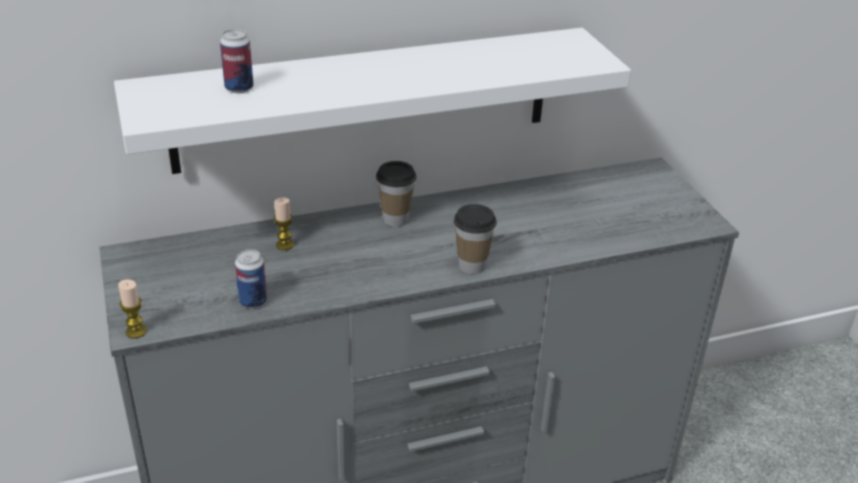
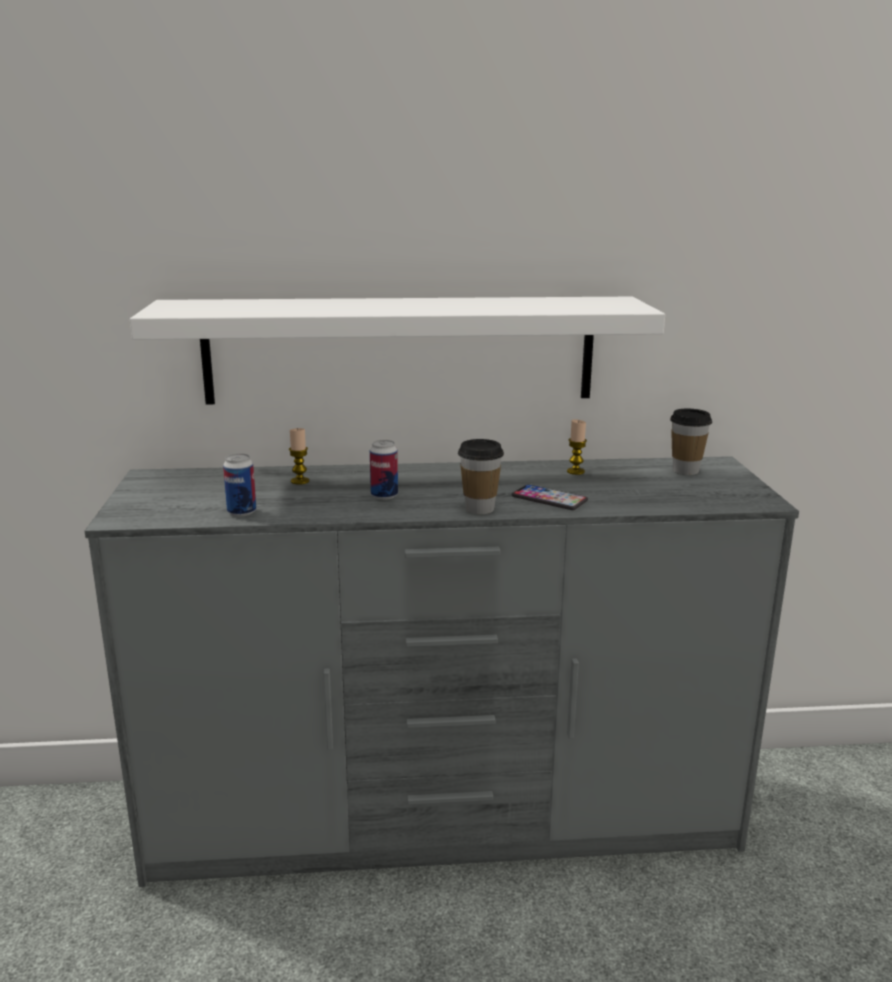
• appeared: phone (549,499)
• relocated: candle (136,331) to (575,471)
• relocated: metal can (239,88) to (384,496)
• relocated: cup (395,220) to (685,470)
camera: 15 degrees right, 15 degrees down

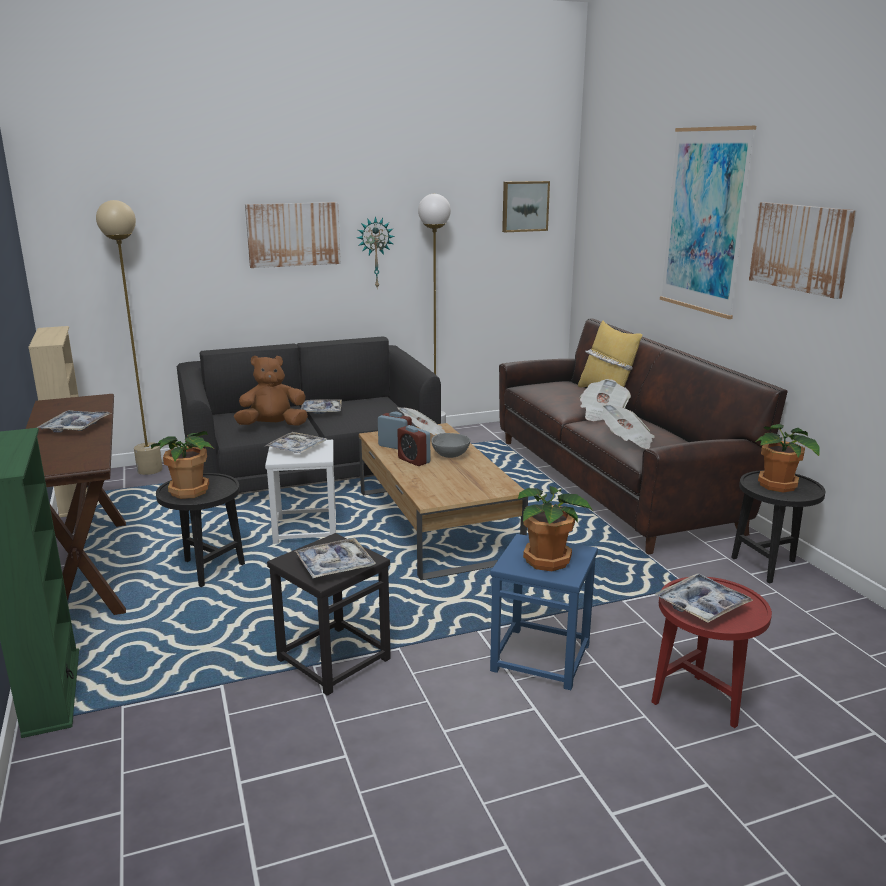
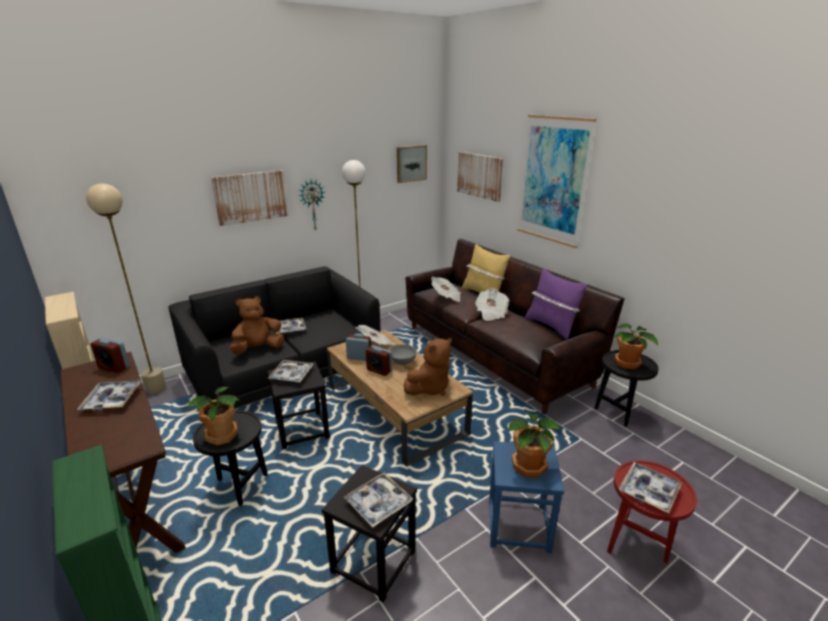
• appeared: table clock (114,367)
• appeared: brown plush toy (430,388)
• appeared: purple throw pillow (551,326)
• relocated: daily paper (627,441) to (446,297)
• relocated: picture (801,247) to (480,175)
• colour: white stool (305,530) to black-coloured stool (302,430)
camera: 15 degrees left, 5 degrees up

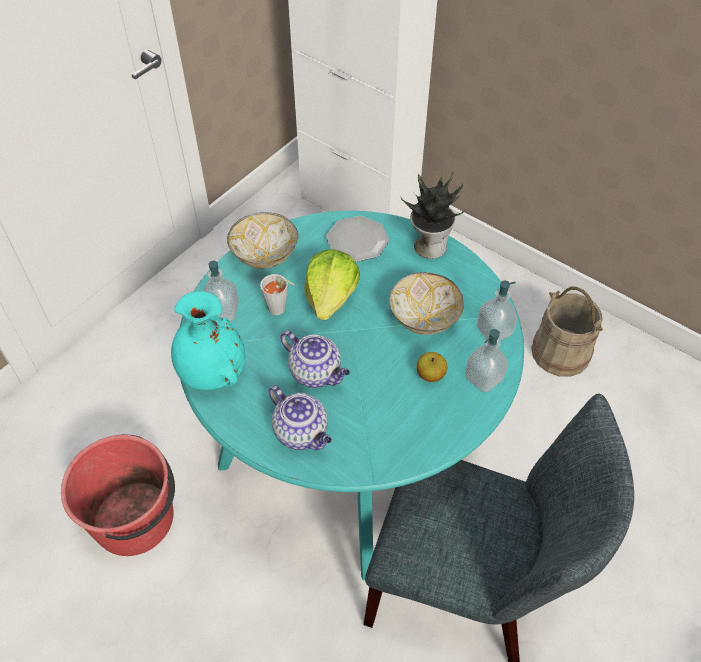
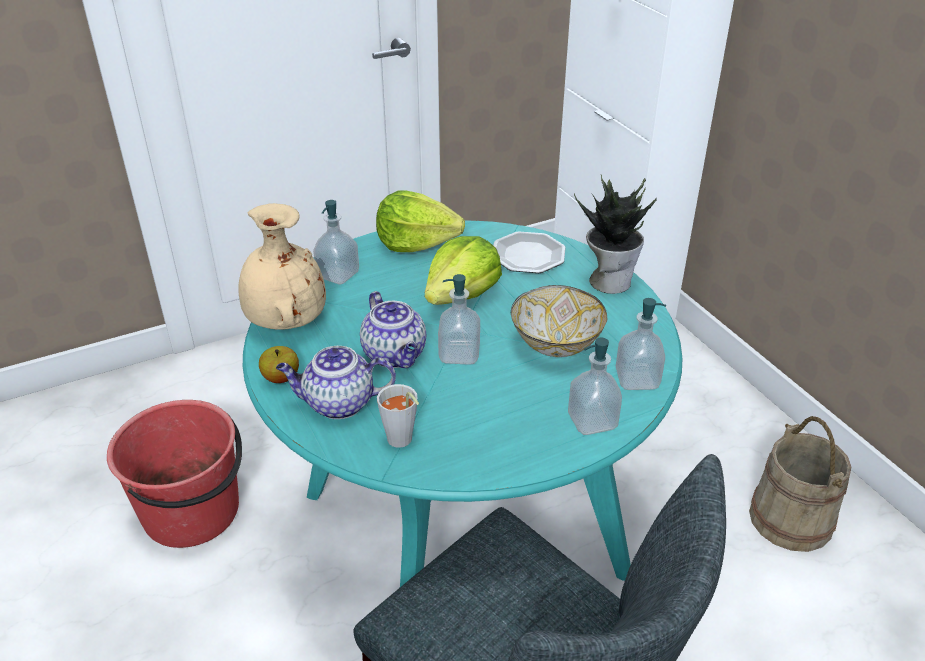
• appeared: soap dispenser (459,354)
• relocated: greyish cup (280,310) to (402,442)
• relocated: whole apple (430,375) to (281,378)
• exchanged: serving bowl (264,256) to lettuce (416,242)
• colour: turquoise flower vase (211,372) to sand-coloured flower vase (285,321)
• spun: tea pot (302,433) = (338,404) 105 degrees clockwise
camera: 25 degrees right, 15 degrees down

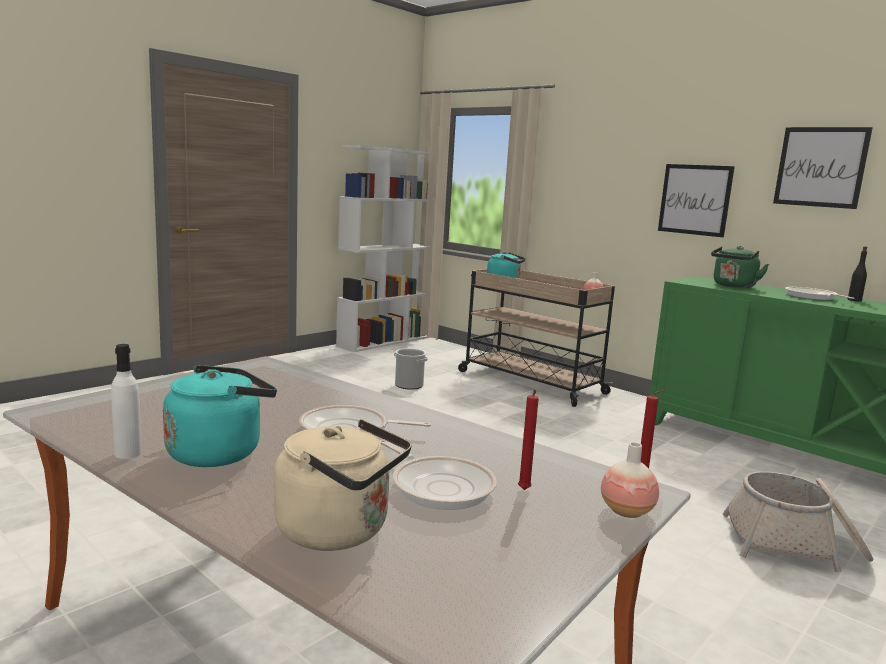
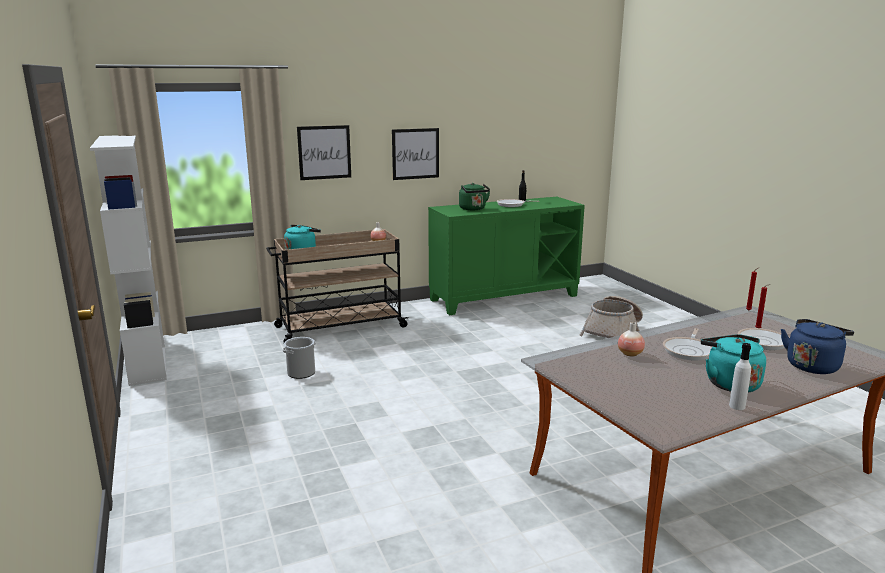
• relocated: flower vase (626,511) to (630,354)
• relocated: picture (820,167) to (324,152)
• colour: sand-coloured water kettle (339,531) to blue-coloured water kettle (813,365)
camera: 65 degrees left, 5 degrees up

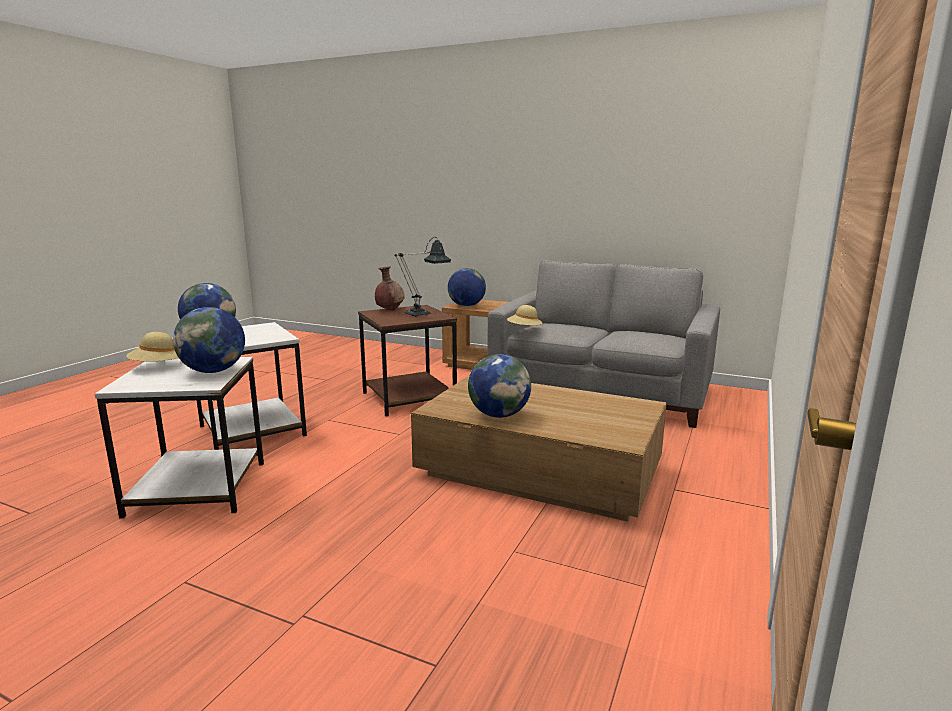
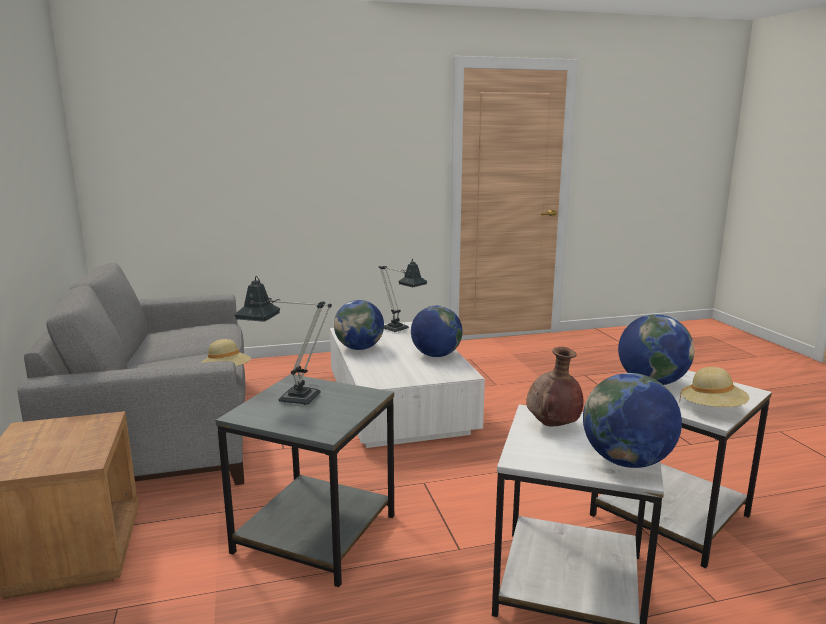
• appeared: table lamp (399,330)
• relocated: brown flower vase (389,310) to (553,426)
• relocated: desk globe (466,306) to (359,348)
• colour: brown side table (408,398) to greyish side table (317,533)
• colour: brown low table (540,471) to white low table (398,404)
camera: 130 degrees left, 0 degrees up

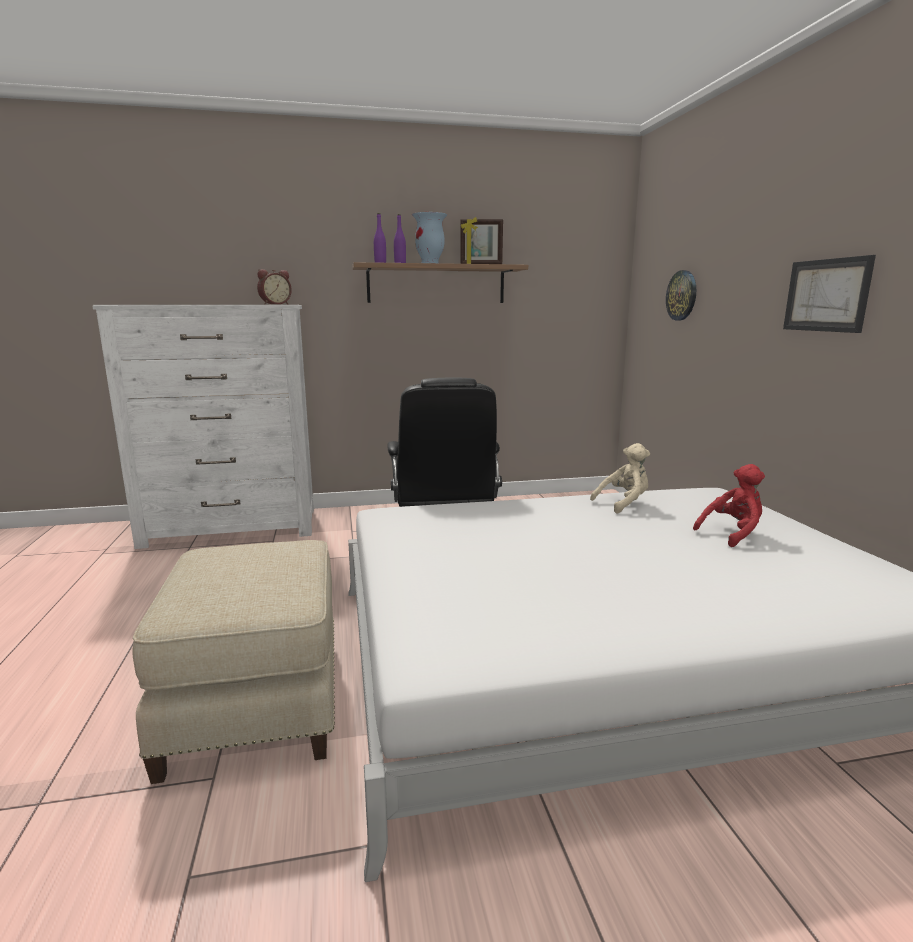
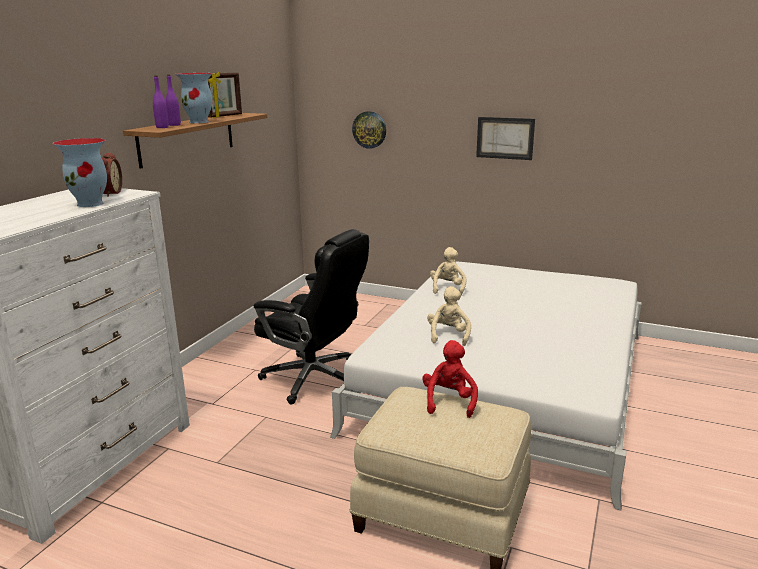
• appeared: flower vase (91,204)
• appeared: sand-coloured plush toy (448,335)
• relocated: reddish plush toy (732,533) to (449,401)
camera: 55 degrees left, 5 degrees up

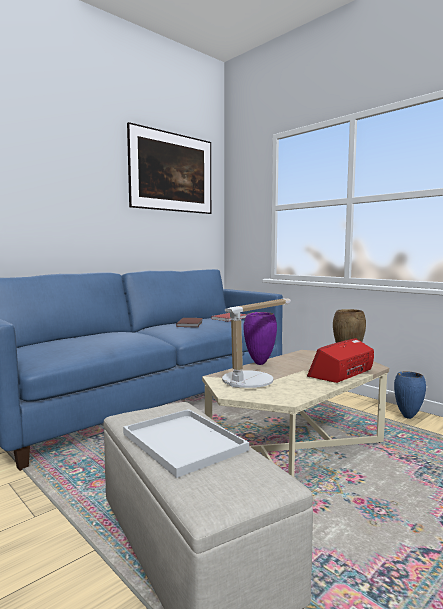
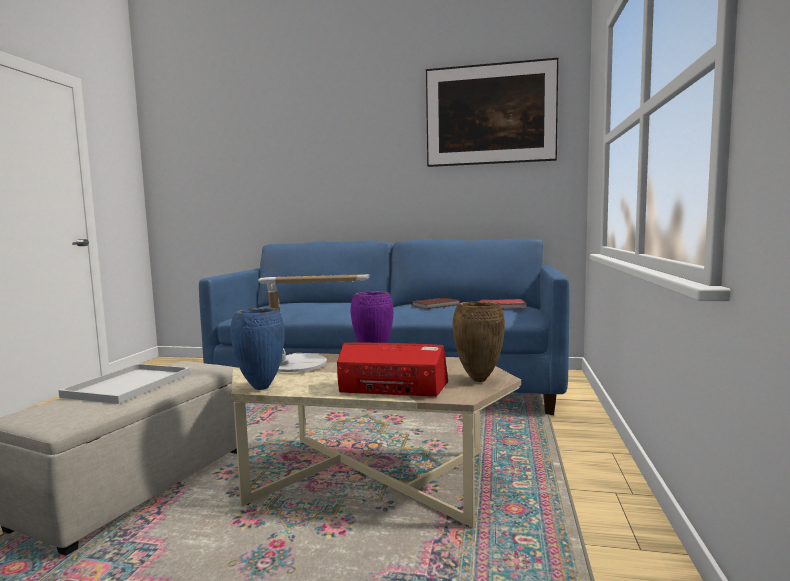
• relocated: blue-coloured flower vase (407,417) to (260,388)
camera: 55 degrees right, 0 degrees up

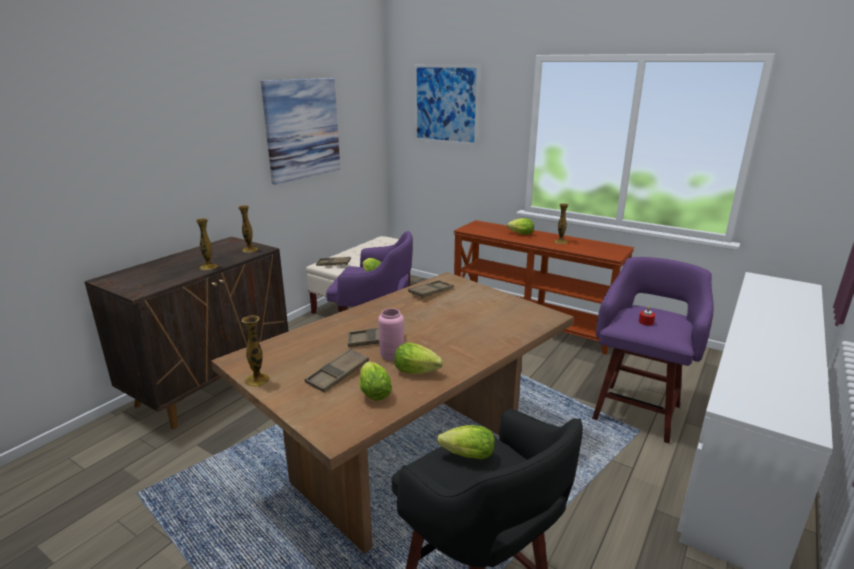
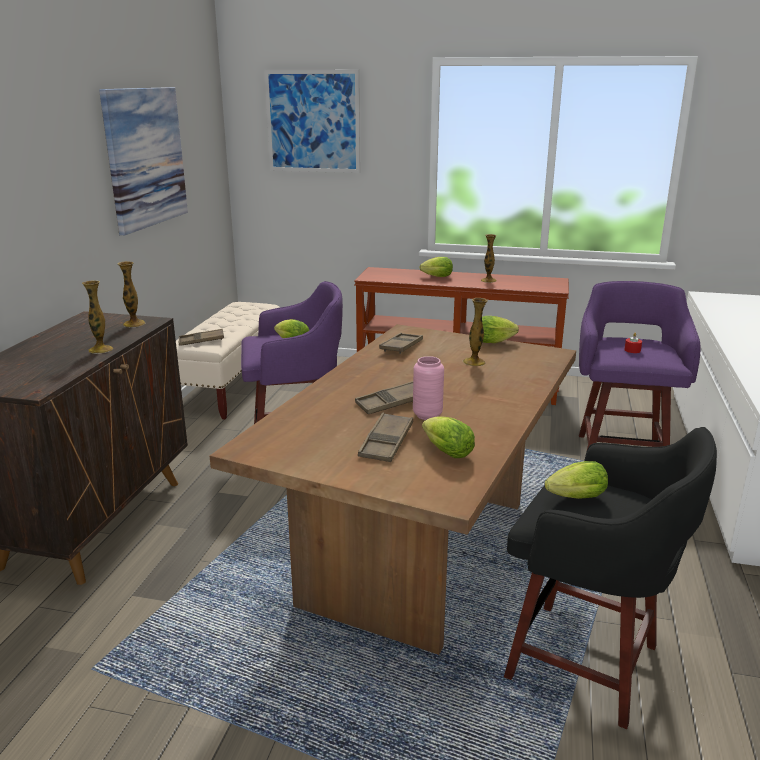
• relocated: flower vase (257,380) to (474,362)
• relocated: lettuce (419,372) to (495,342)
camera: 20 degrees left, 0 degrees up

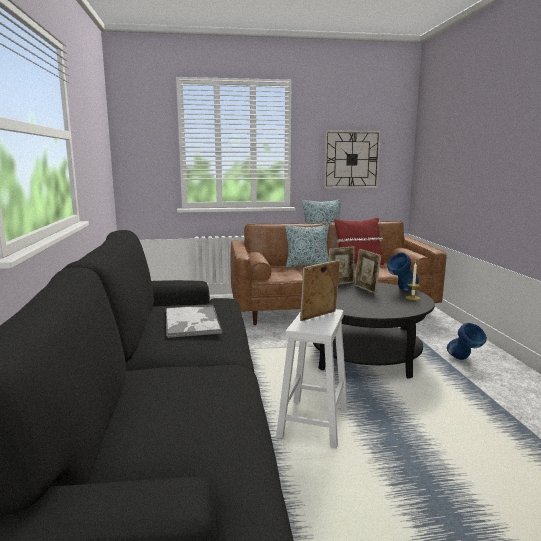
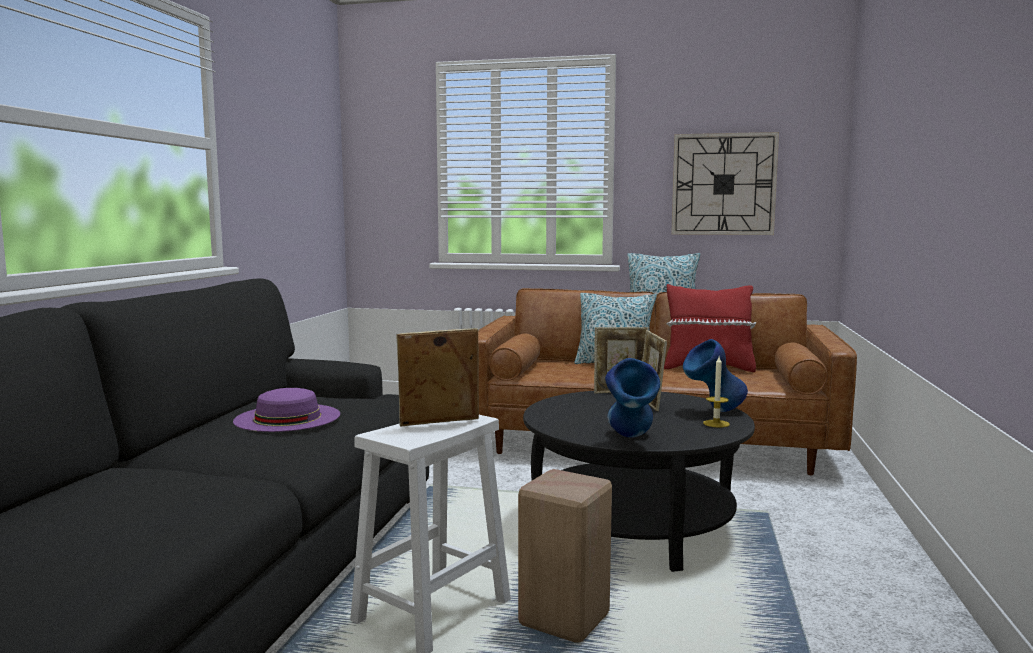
• appeared: sand-coloured stool (565,621)
• relocated: blue-coloured flower vase (464,360) to (631,439)
• exchanged: serving tray (192,322) to purple wearable hat (287,417)
camera: 20 degrees right, 5 degrees down

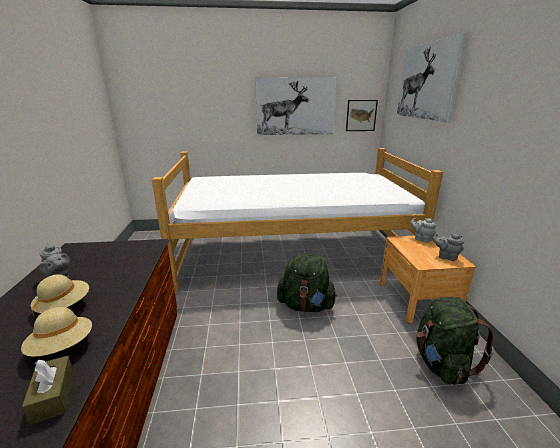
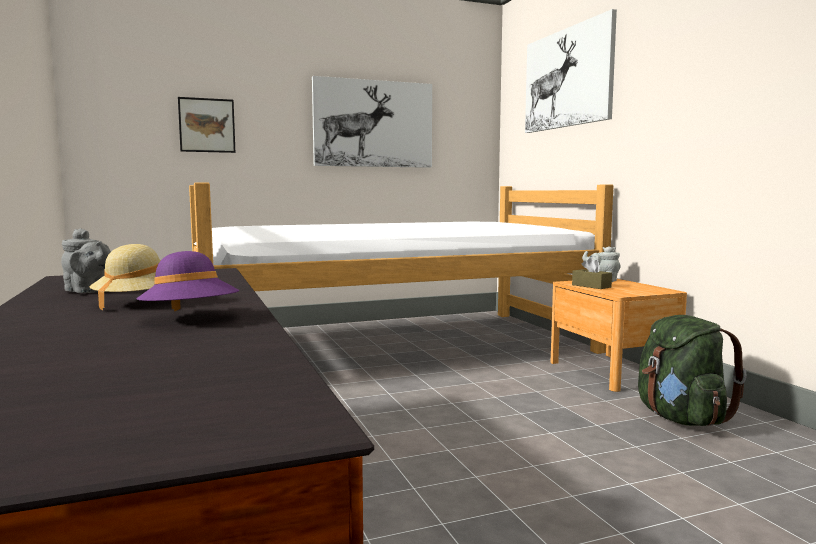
• missing: greenish backpack (306,305)
• missing: greyish tea pot (446,257)
• relocated: brown tissue holder (53,396) to (591,286)
• relocated: picture (361,115) to (207,125)
• colour: sand-coloured wearable hat (62,346) to purple wearable hat (190,318)
camera: 15 degrees left, 15 degrees down

